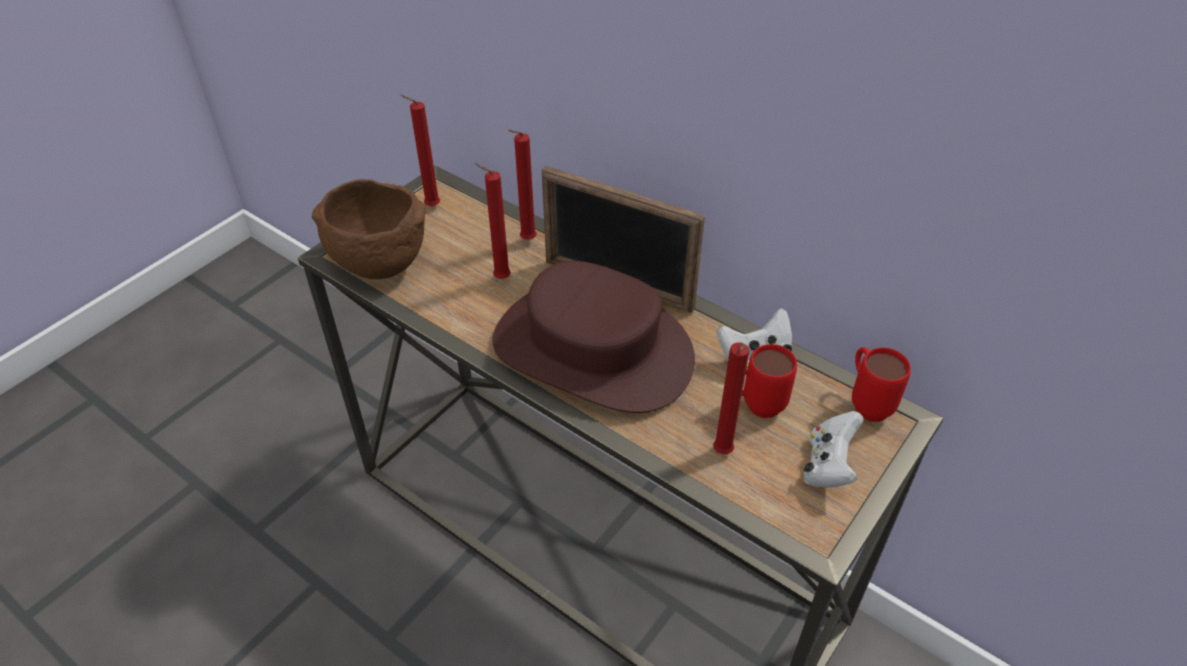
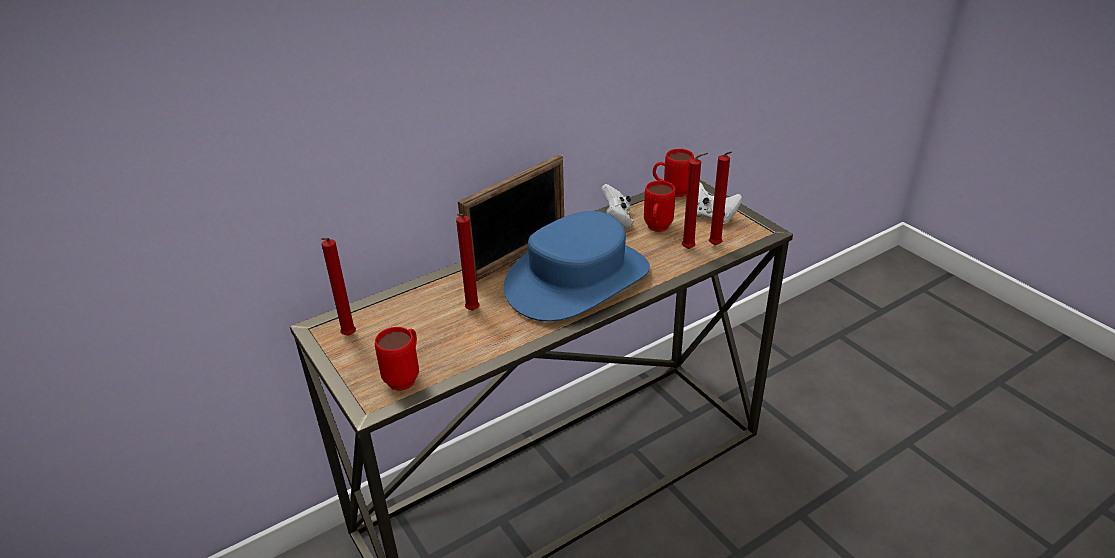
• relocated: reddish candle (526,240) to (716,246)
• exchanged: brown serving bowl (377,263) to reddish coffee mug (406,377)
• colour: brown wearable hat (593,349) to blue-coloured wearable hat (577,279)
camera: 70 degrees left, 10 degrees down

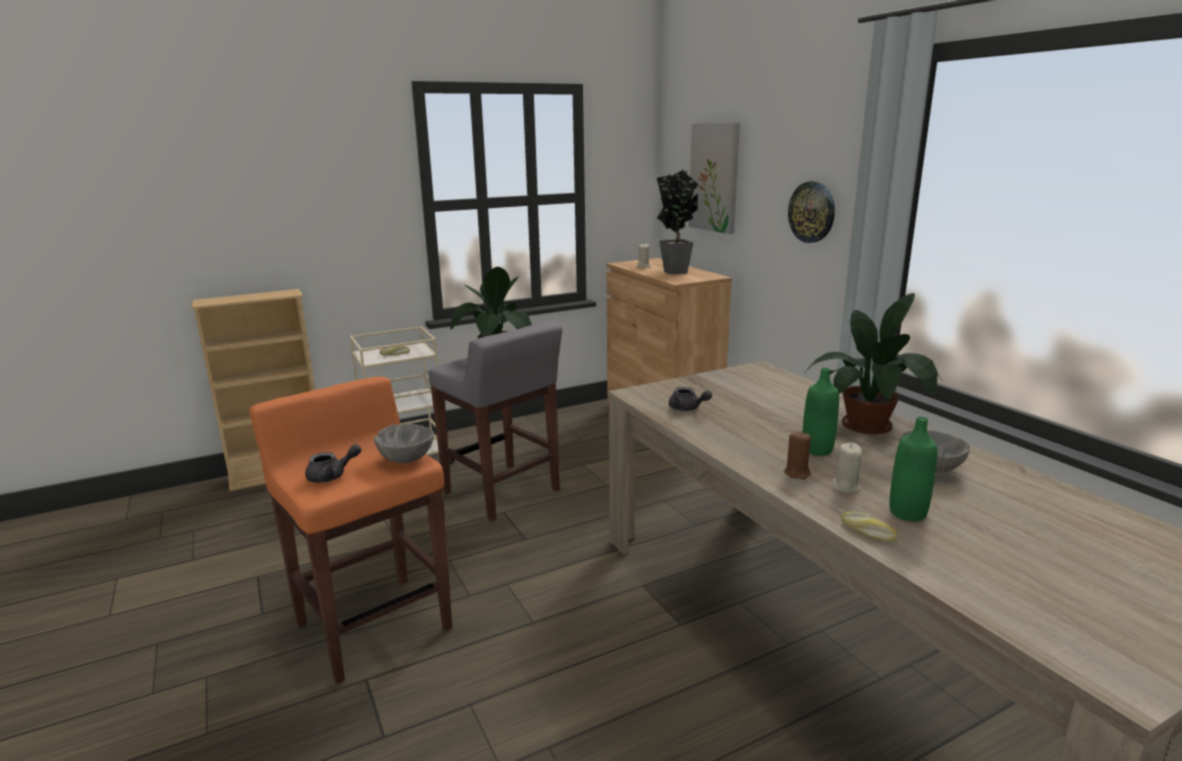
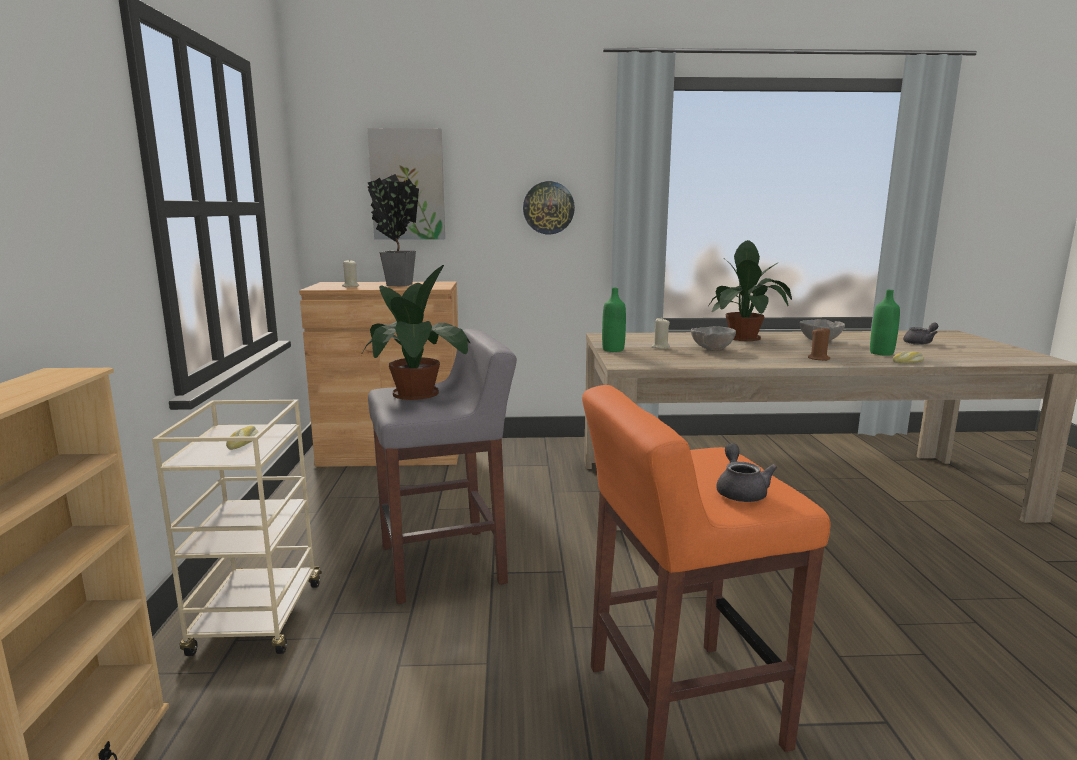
• relocated: greyish serving bowl (405,459) to (712,349)
• relocated: greyish tea pot (687,409) to (920,343)
• relocated: greenish beverage bottle (817,449) to (613,350)
• relocated: sand-coloured candle (845,487) to (660,347)
camera: 65 degrees left, 5 degrees down

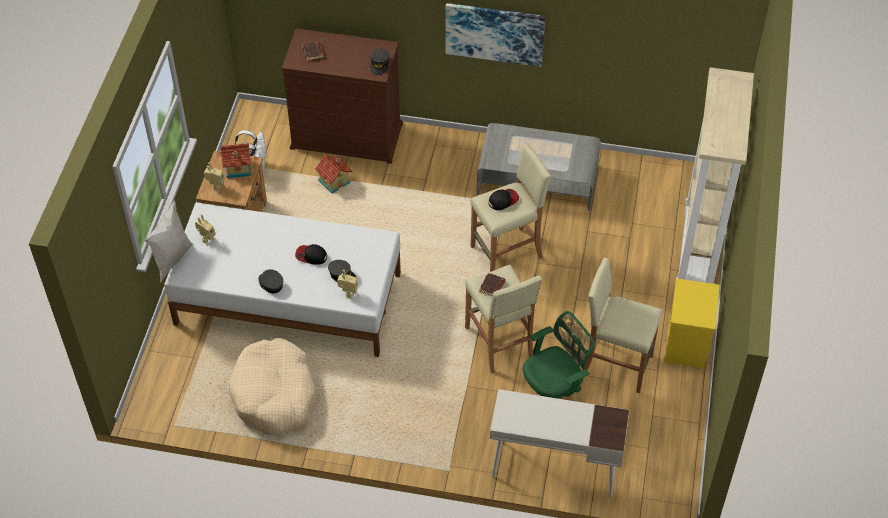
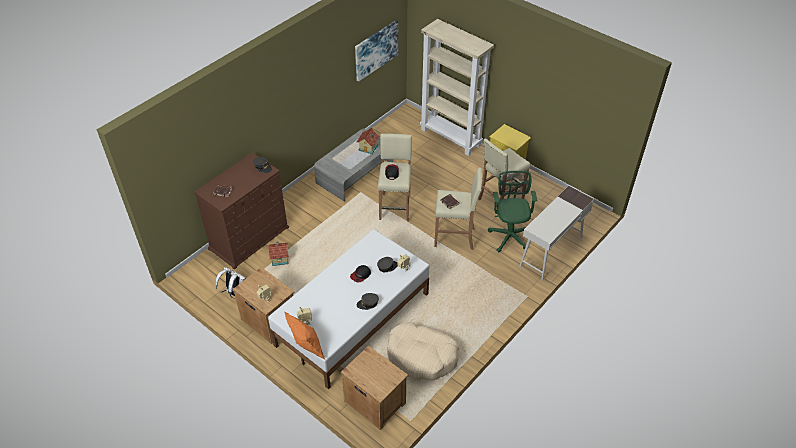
• appeared: brown night table (374,401)
• relocated: model house (238,168) to (368,147)
• relocated: picture (494,33) to (376,50)
• colour: white throw pillow (172,259) to orange-coloured throw pillow (307,347)
camera: 60 degrees left, 5 degrees down

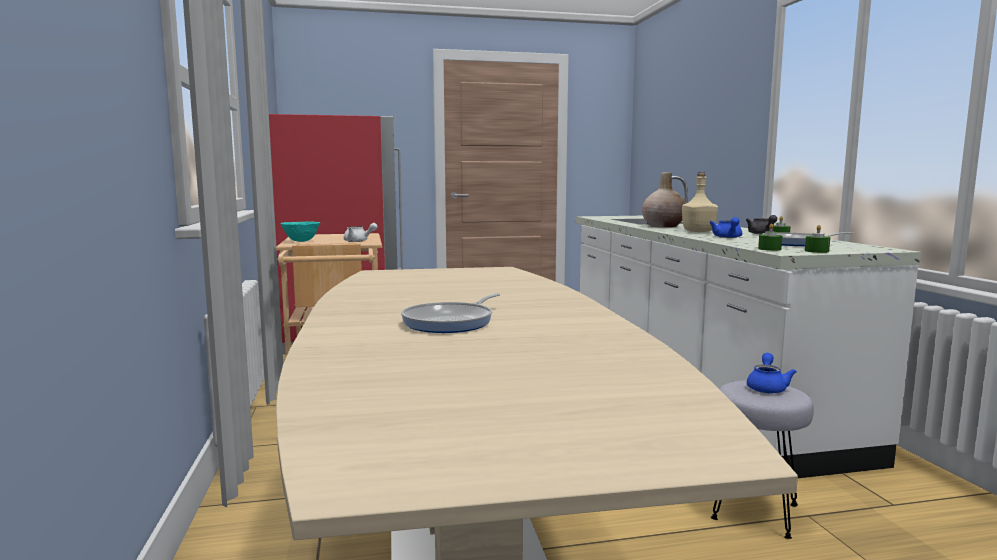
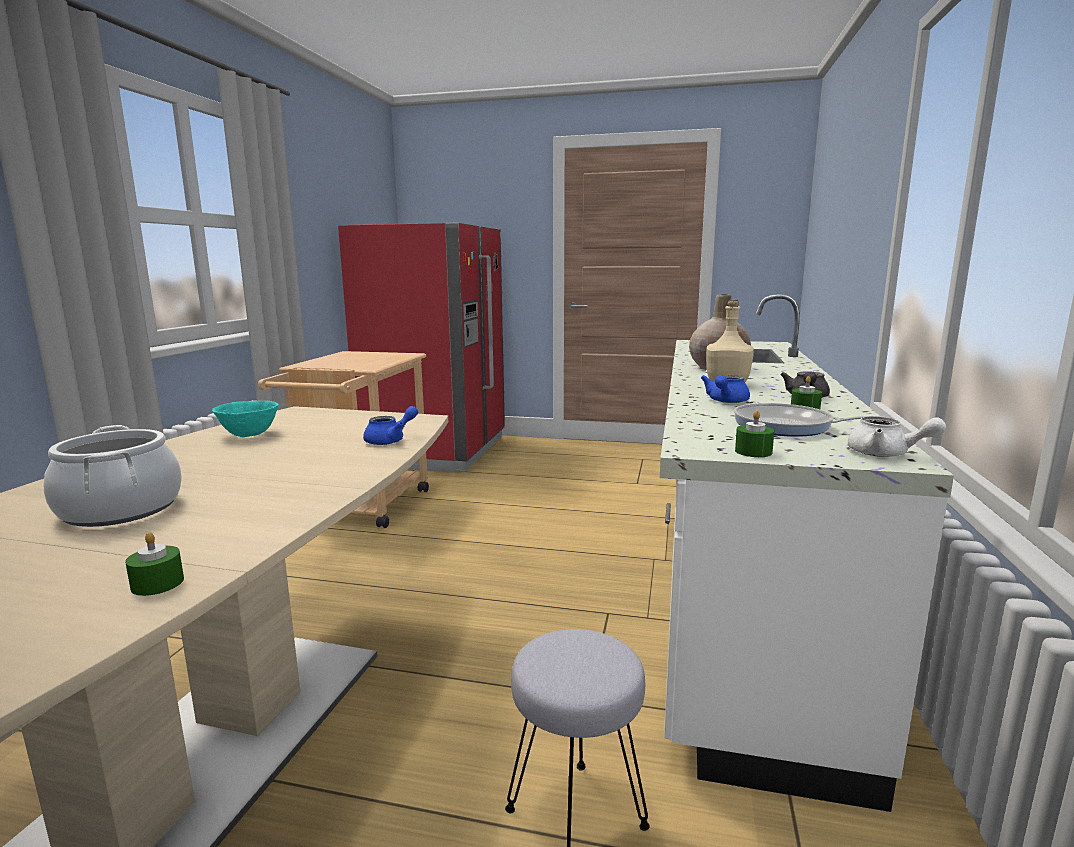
• relocated: turquoise serving bowl (301,241) to (249,435)
• relocated: white tea pot (359,241) to (886,454)
• relocated: blue-coloured tea pot (767,387) to (390,440)
• relocated: greenish candle (769,249) to (157,583)
• exchanged: skillet (451,322) to stockpot (121,509)
camera: 25 degrees right, 5 degrees up

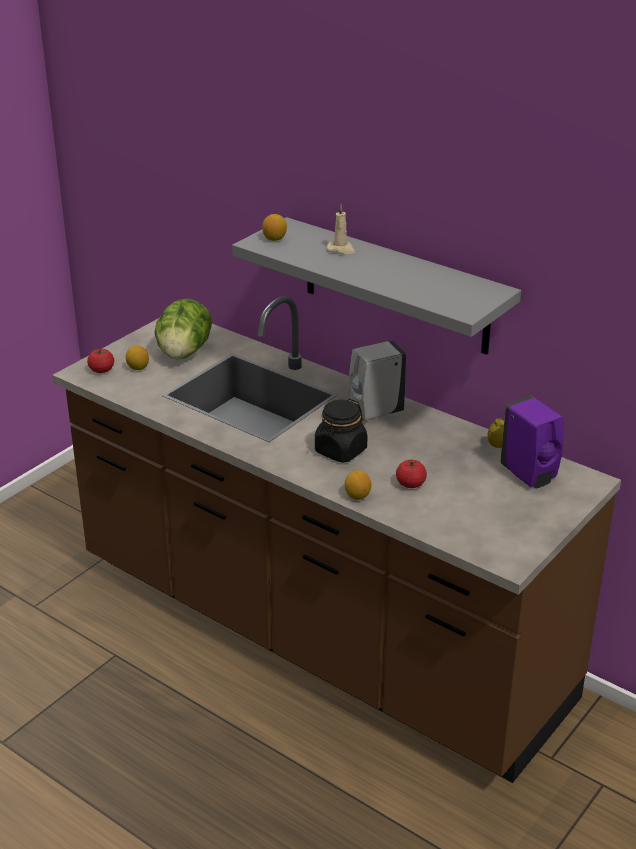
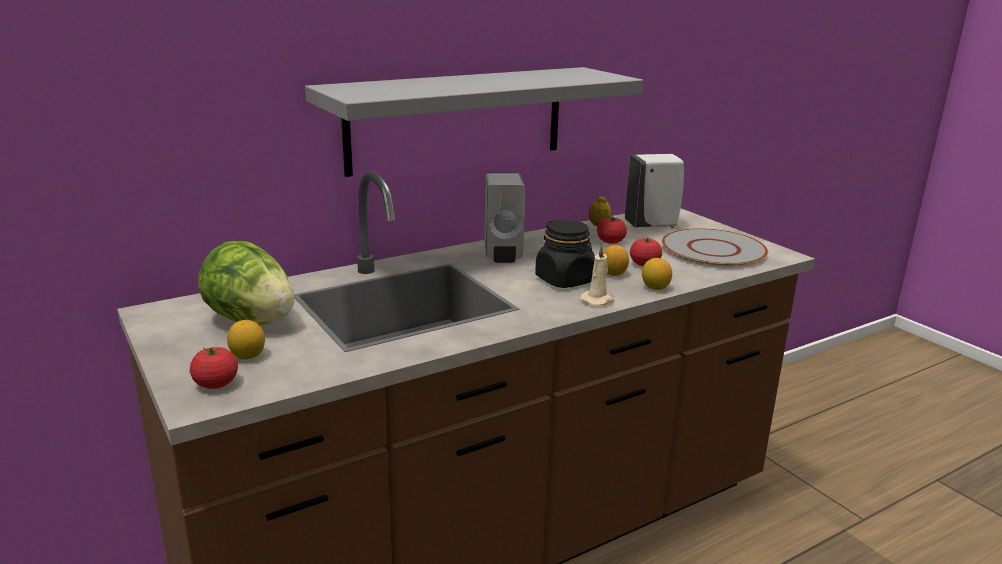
• appeared: whole tomato (610,242)
• appeared: greyish dinner plate (712,250)
• relocated: lemon (274,239) to (613,274)
• relocated: sand-coloured candle (341,250) to (598,300)
• colour: purple soap dispenser (529,476) to white soap dispenser (652,225)
camera: 70 degrees left, 10 degrees down

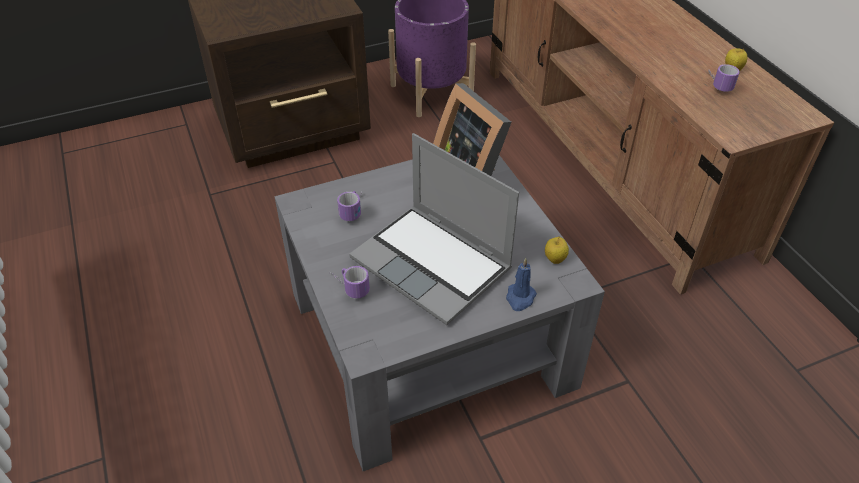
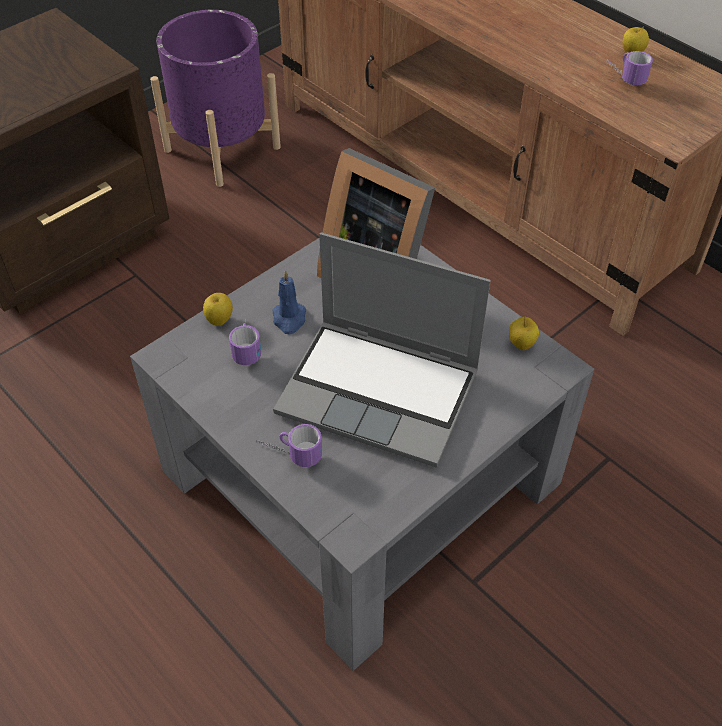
• appeared: whole apple (220,321)
• relocated: blue-coloured candle (520,298) to (289,319)
camera: 20 degrees left, 5 degrees up

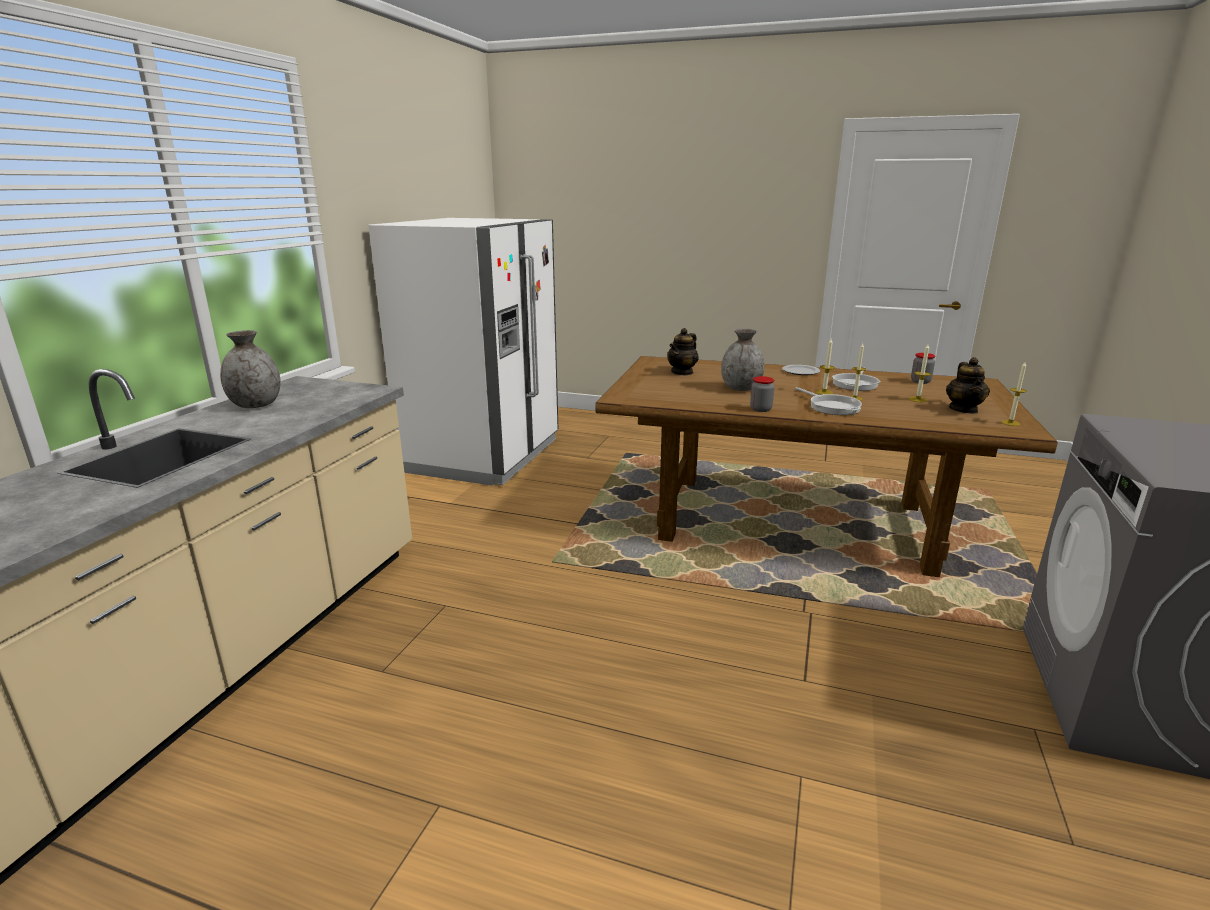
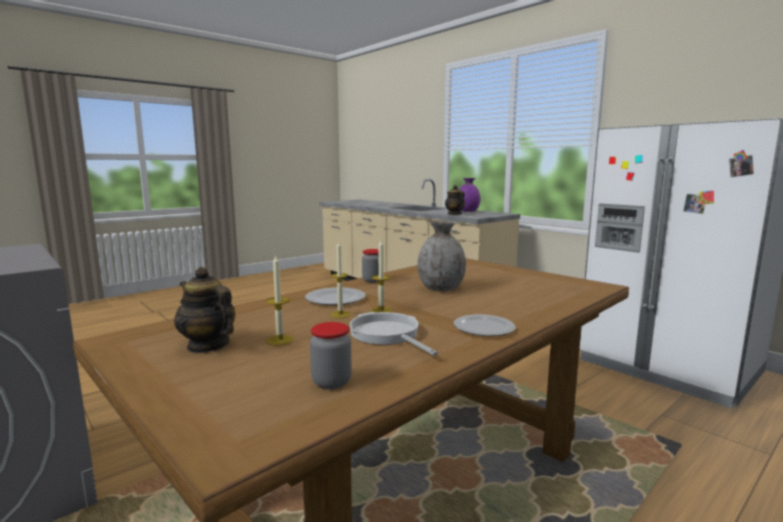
• missing: candle (1010,423)
• relocated: tea pot (682,372) to (454,214)
• exchanged: skillet (832,407) to dinner plate (336,299)
• colour: greyish flower vase (255,405) to purple flower vase (468,211)
camera: 120 degrees right, 10 degrees down

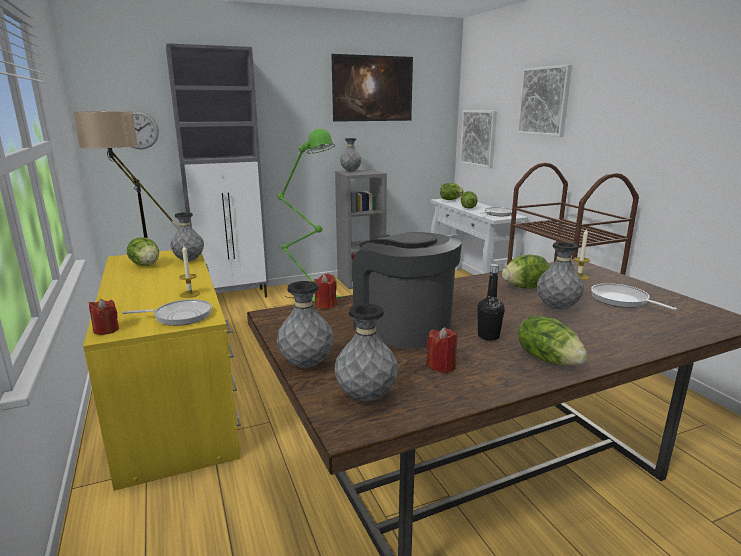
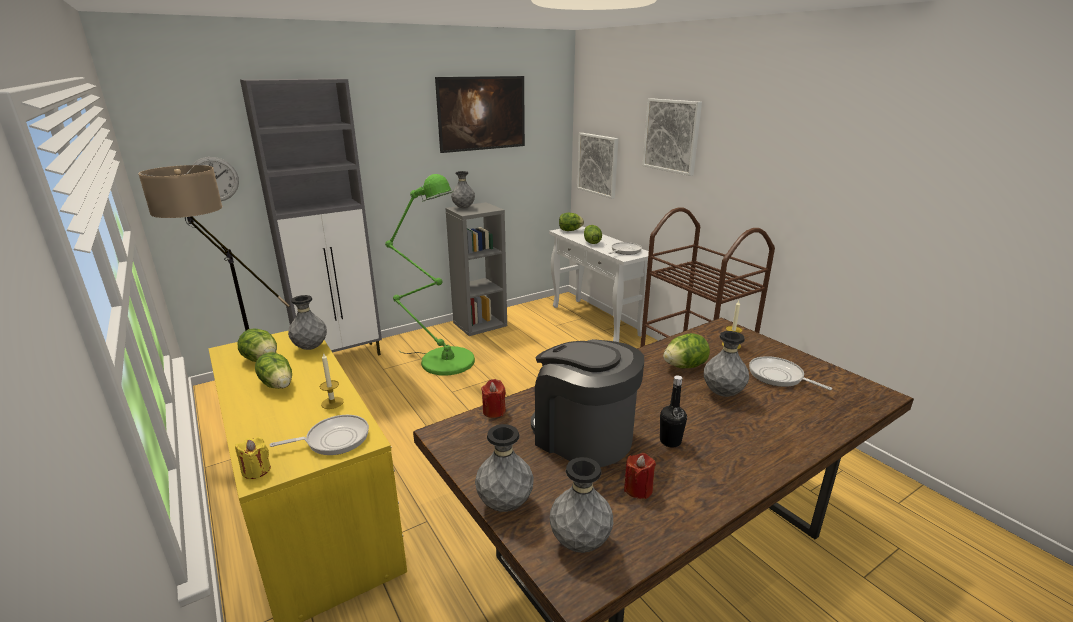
• relocated: lettuce (548,359) to (278,384)
• colour: reddish candle (106,330) to yellow candle (256,470)
camera: 10 degrees left, 5 degrees up

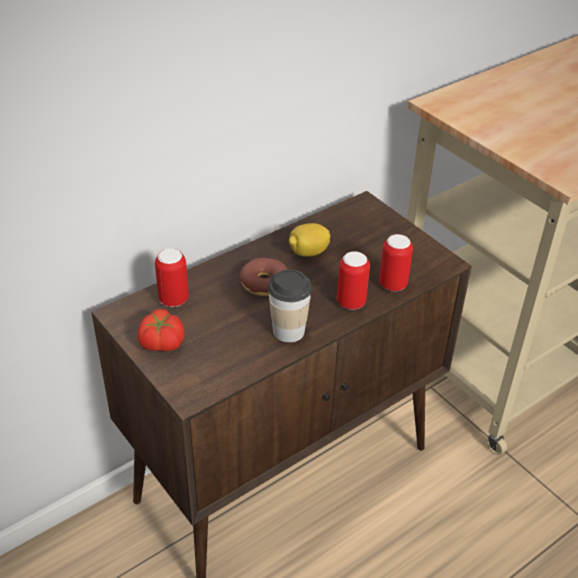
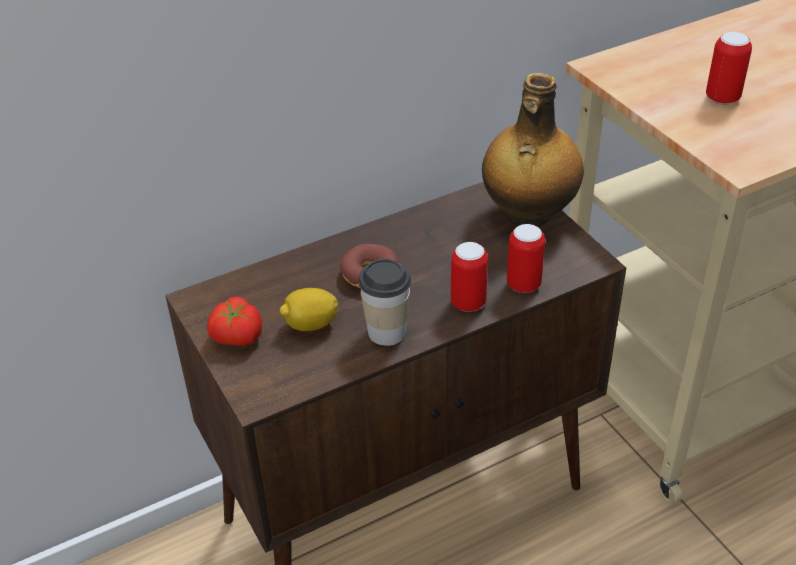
• appeared: beverage bottle (527,216)
• relocated: metal can (173,300) to (722,98)
• relocated: lemon (308,252) to (310,325)
camera: 10 degrees right, 0 degrees up

